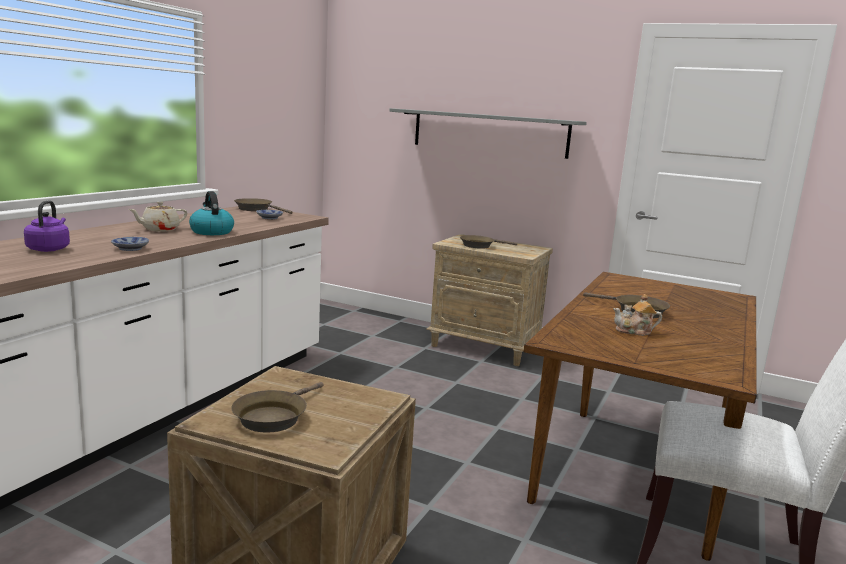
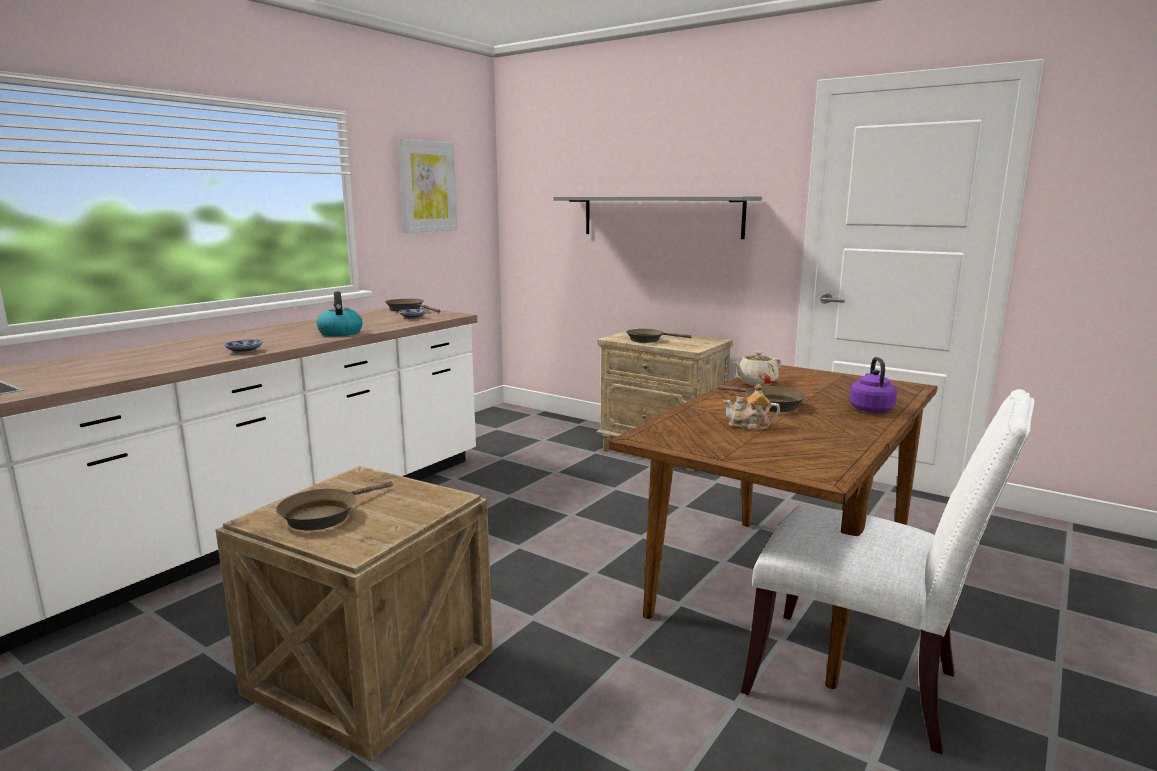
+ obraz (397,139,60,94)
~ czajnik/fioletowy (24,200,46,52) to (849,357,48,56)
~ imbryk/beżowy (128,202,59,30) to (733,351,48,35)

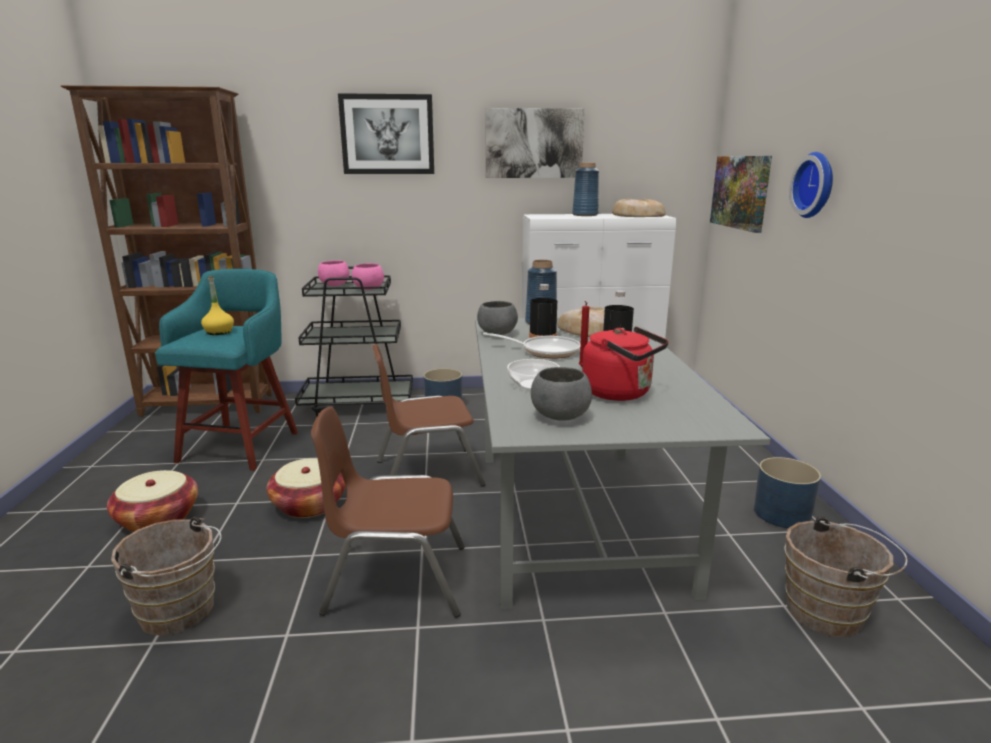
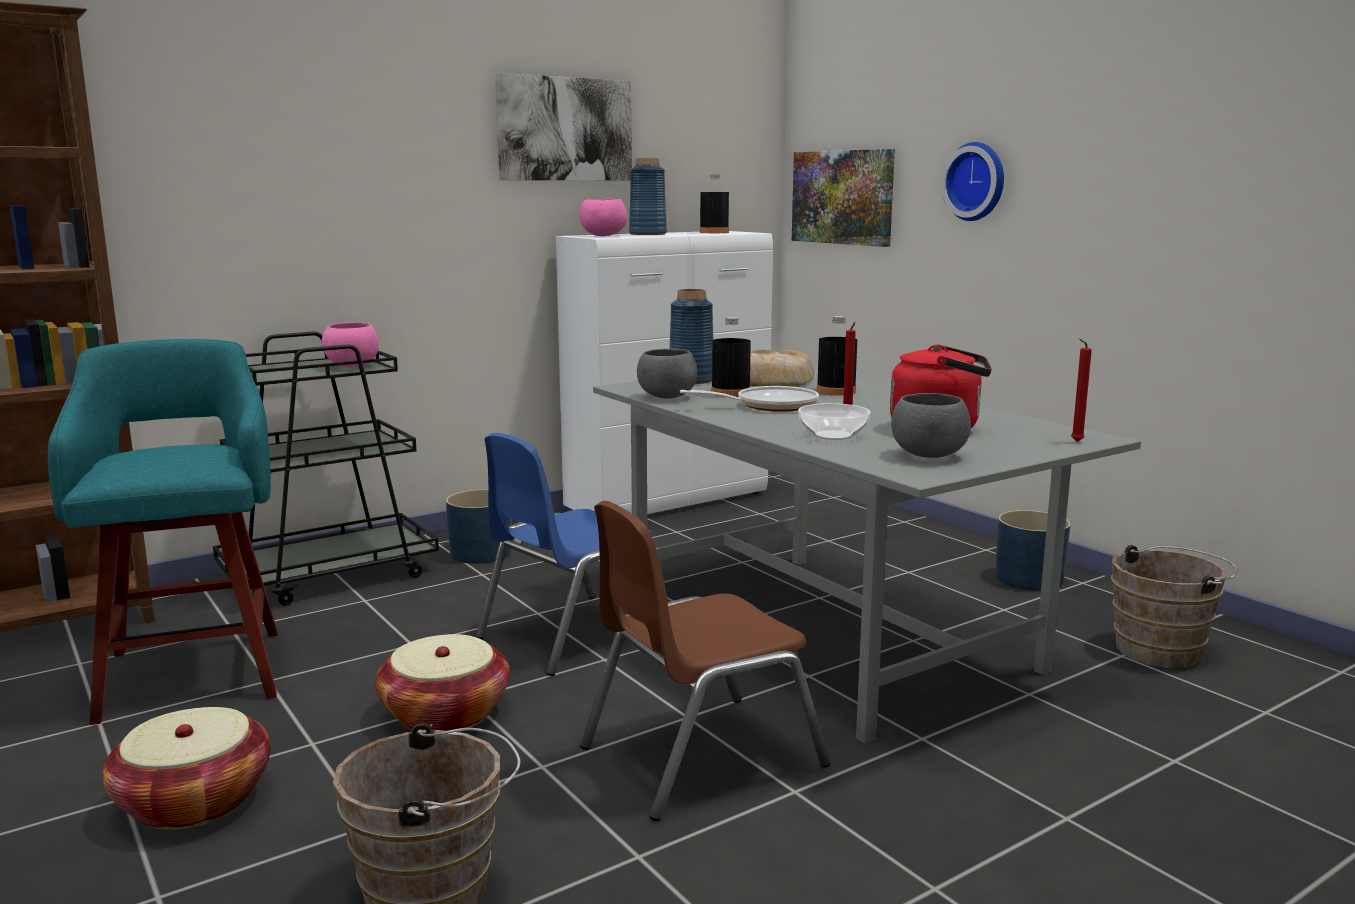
- butelka/żółty (201,276,33,59)
- obraz (338,93,96,81)
+ świeca/czerwony (1071,339,21,103)
~ miska/różowy (318,261,32,25) to (579,199,48,37)
~ chleb (612,199,54,18) to butelka/czarny (700,174,29,59)
~ krzesło/brązowy (373,344,113,143) to krzesło/niebieski (476,433,176,243)

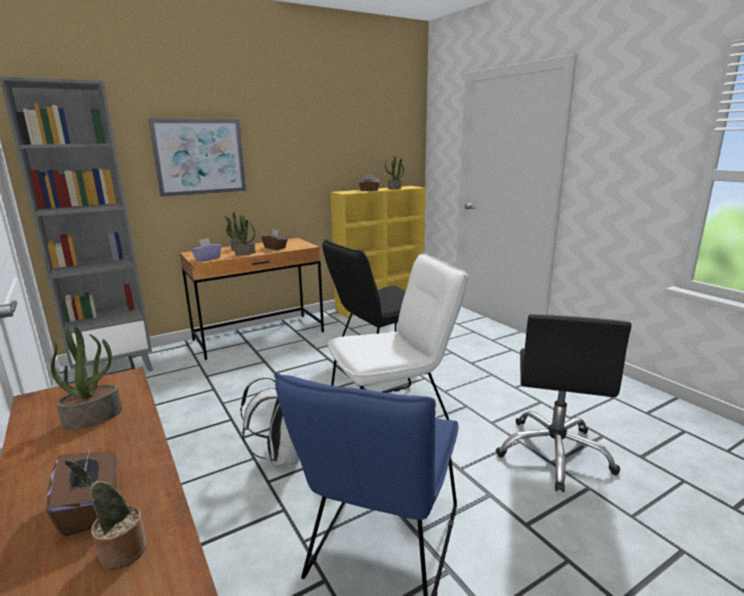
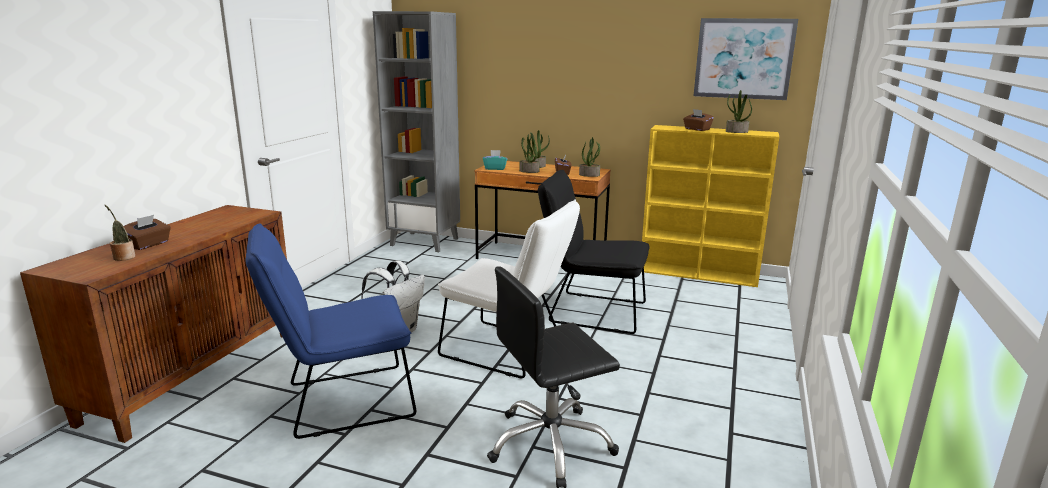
~ roślina doniczkowa (51,327,71,103) to (579,137,21,40)
~ obraz (148,118,98,79) to (694,18,104,82)
~ pudełko chusteczek/fioletowy (191,238,30,23) to pudełko chusteczek/turkusowy (483,150,24,20)

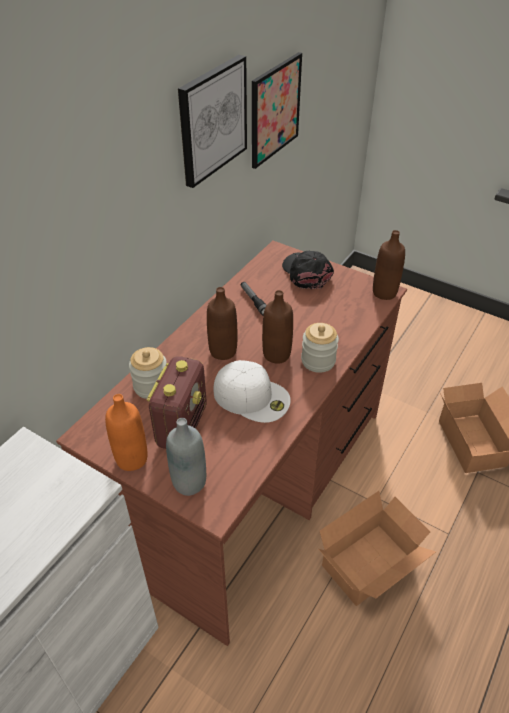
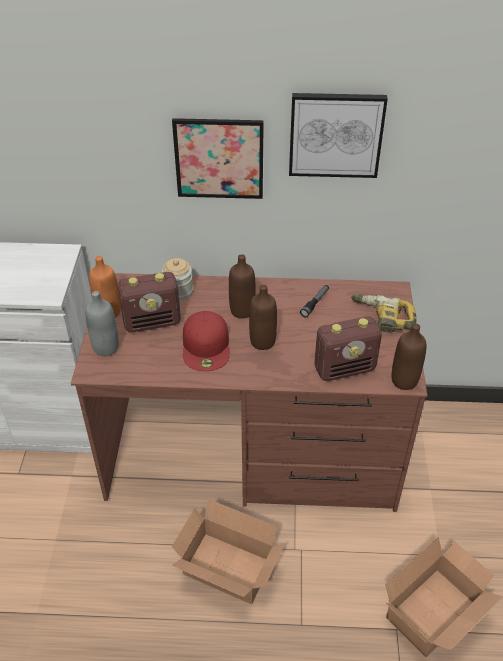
- słoik (301,323,38,50)
+ radio (314,316,68,65)
~ obraz (252,52,50,117) to (172,118,92,81)
~ czapka z daszkiem/czarny (282,251,52,38) to wiertarka (351,294,65,39)
~ czapka z daszkiem/biały (213,360,78,63) to czapka z daszkiem/czerwony (183,311,47,60)

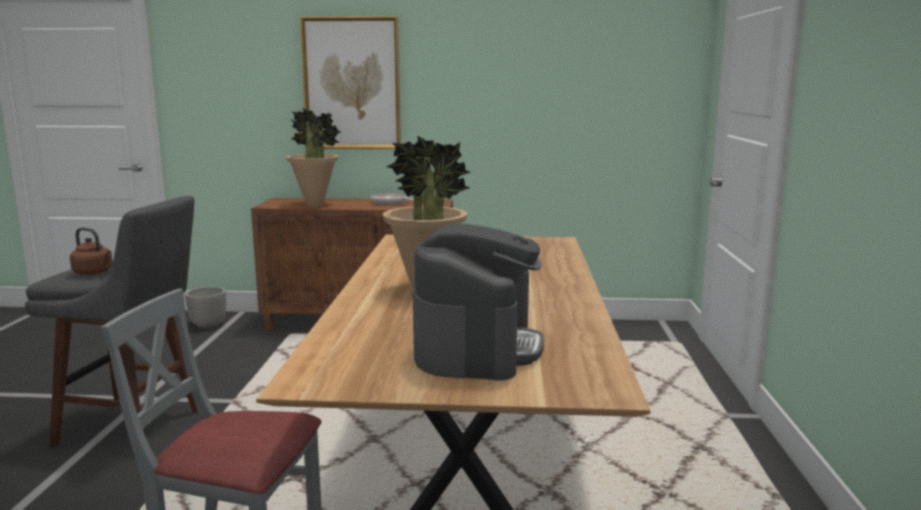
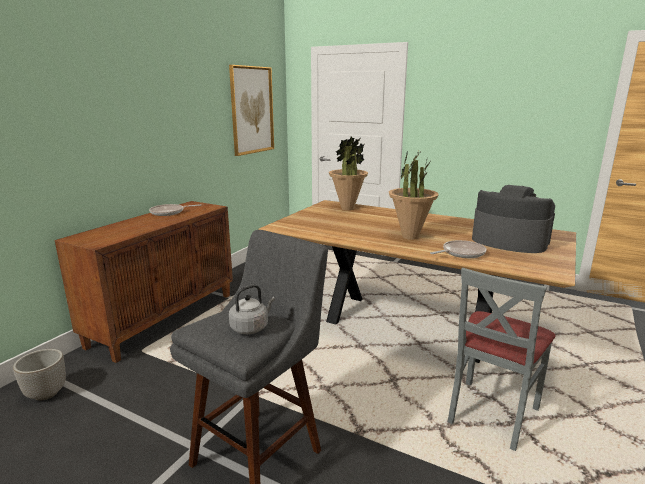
+ patelnia (430,240,57,18)
~ roślina doniczkowa (286,107,55,100) to (329,136,39,74)
~ obraz (300,16,101,133) to (229,65,45,91)
~ czajnik/brązowy (70,227,43,48) to czajnik/szary (229,284,46,50)

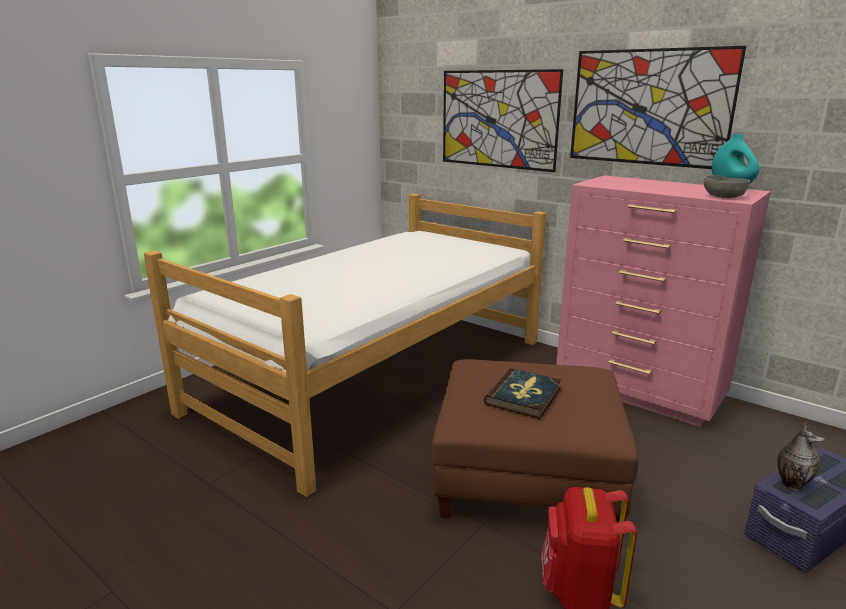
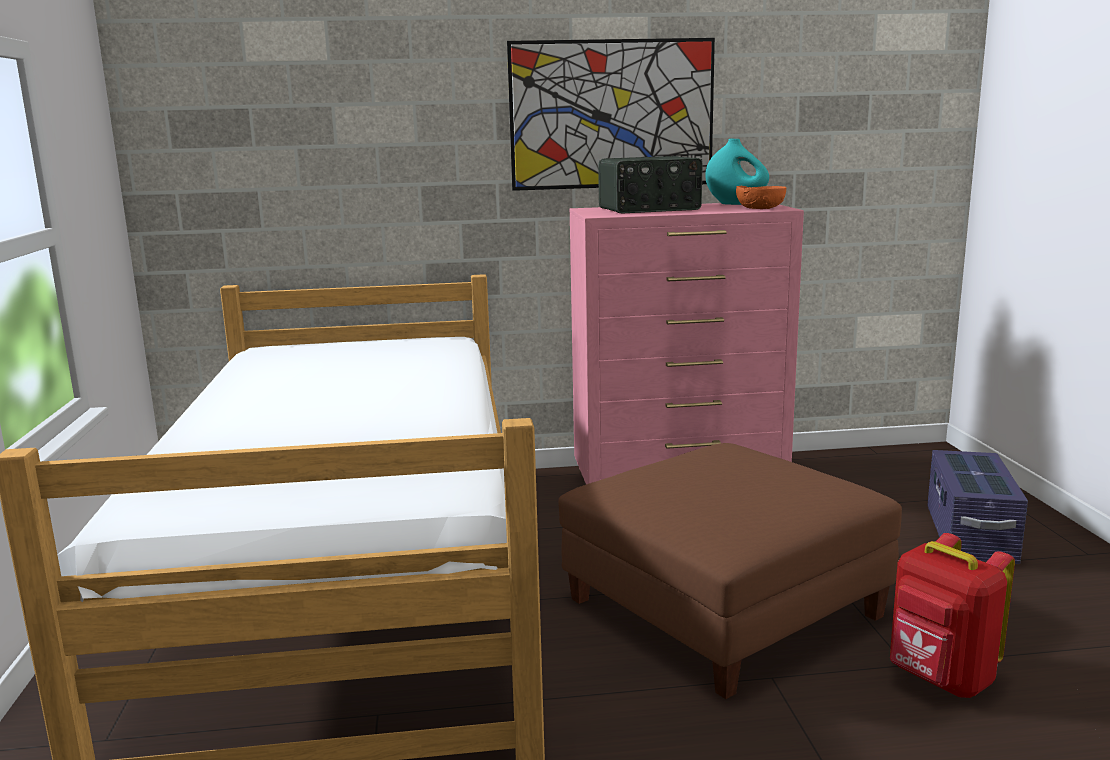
- obraz (443,69,120,103)
- książka (484,368,77,51)
- wazon (777,422,48,69)
+ radio (598,156,105,58)
~ miska/szary (704,175,46,23) to miska/pomarańczowy (736,186,50,23)

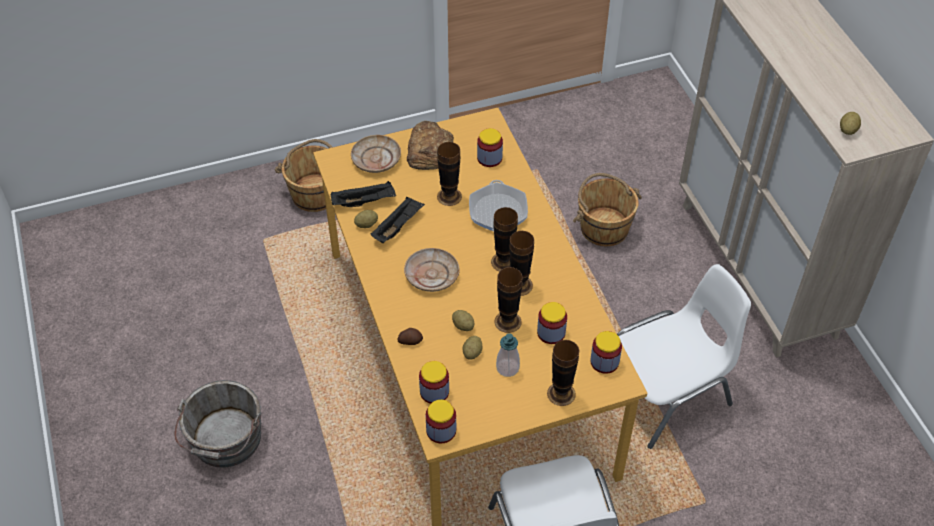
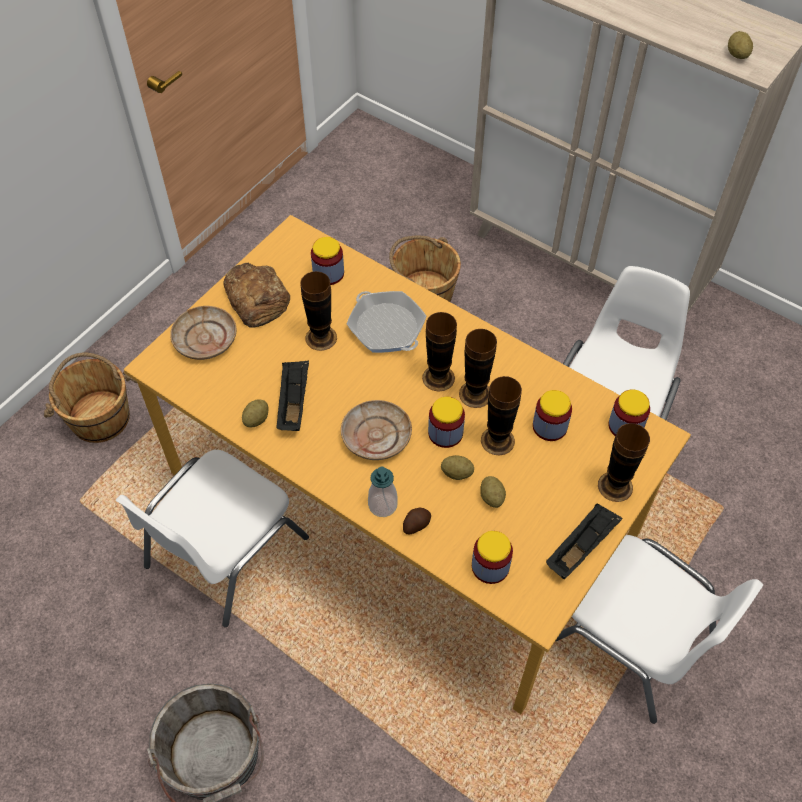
+ krzesło/biały (116,450,193,177)
~ taca/czarny (331,181,65,26) to (546,504,76,75)
~ słoik (426,400,30,43) to (428,397,37,51)
~ dozownik mydła (496,333,24,44) to (368,467,30,50)

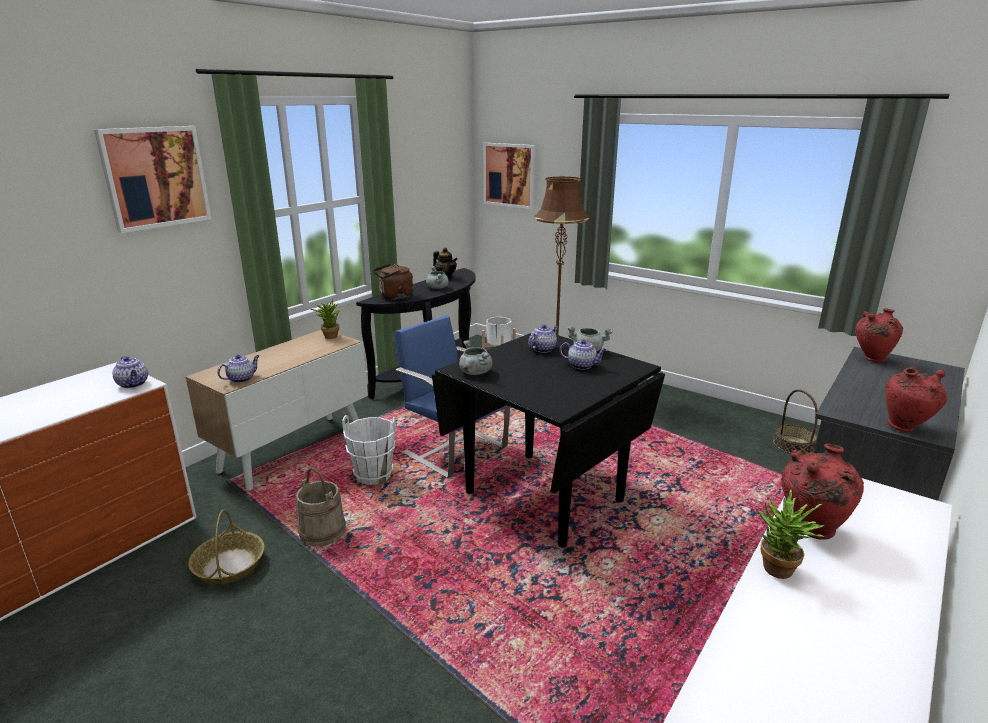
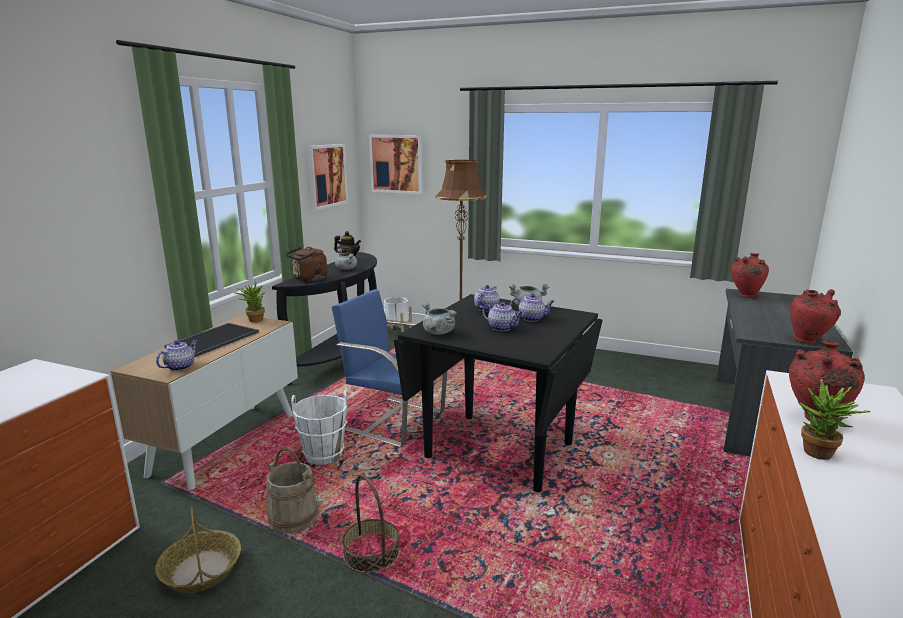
+ taca (164,323,95,34)
~ obraz (94,126,118,107) to (307,144,41,66)
~ imbryk (112,356,36,32) to (482,302,41,29)
~ koszyk (773,389,45,66) to (342,474,57,99)

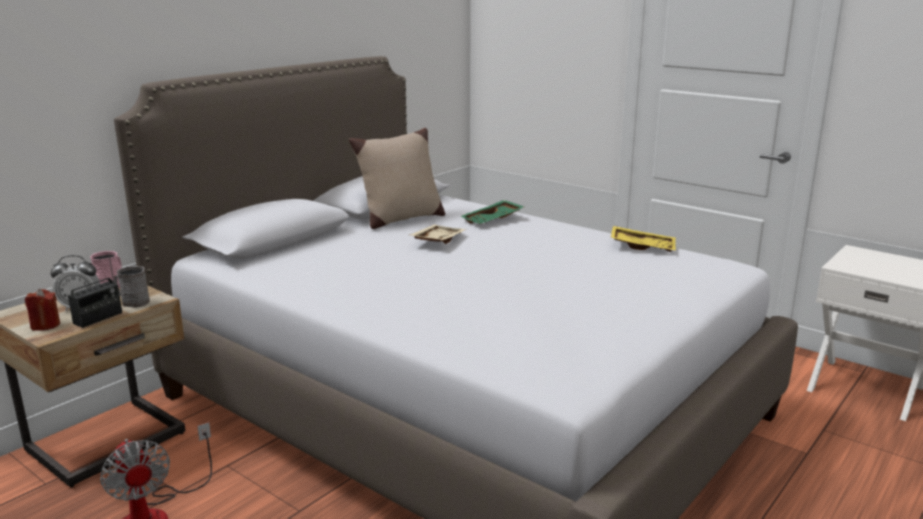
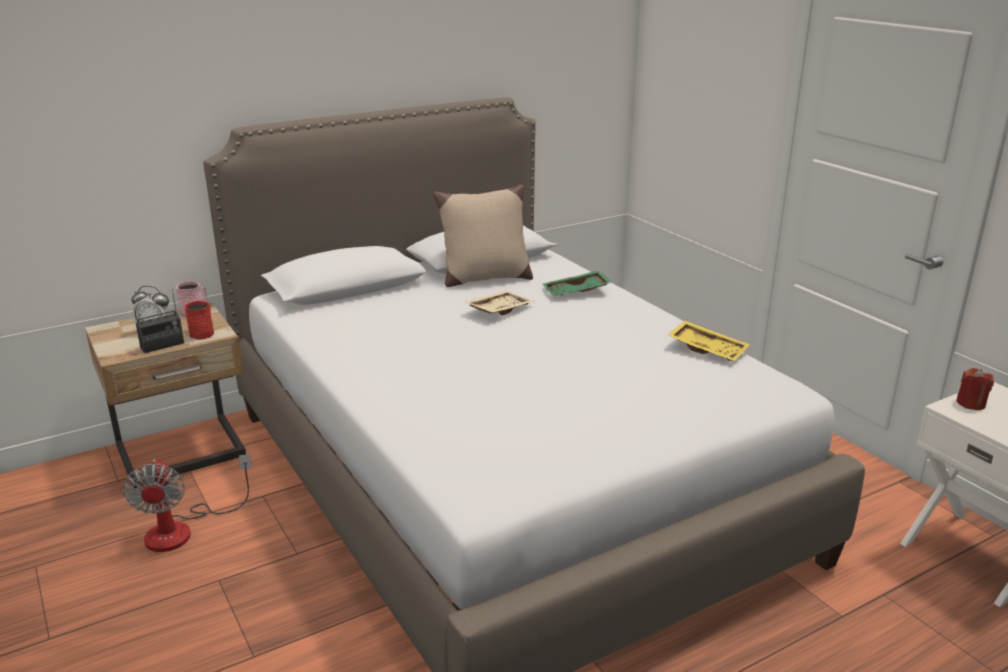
~ świeca/czerwony (25,289,35,42) to (956,368,38,42)
~ kubek/szary (114,266,36,42) to kubek/czerwony (185,301,29,39)

